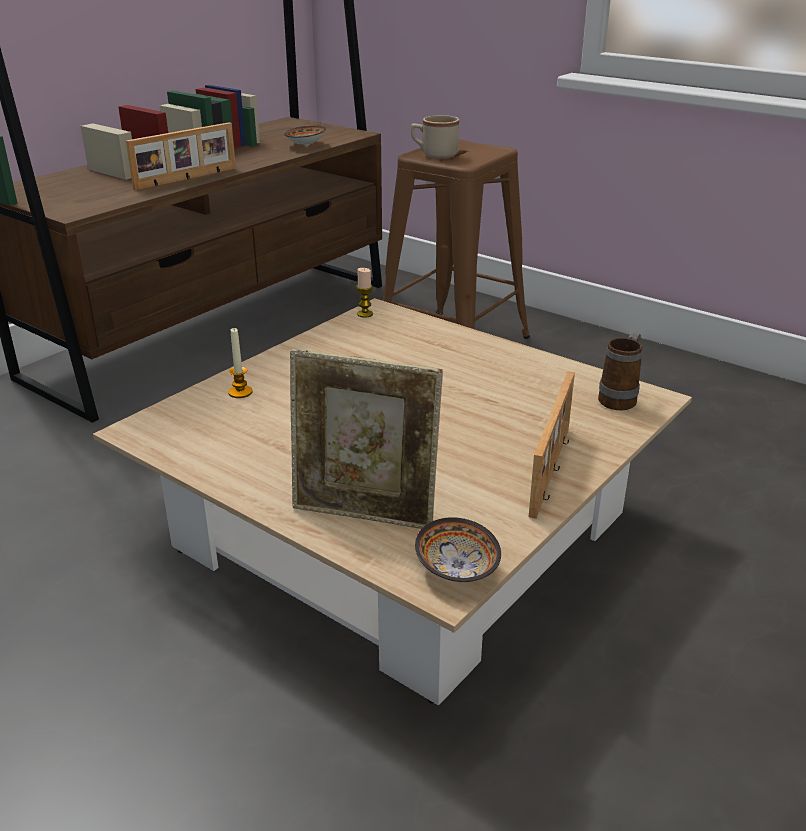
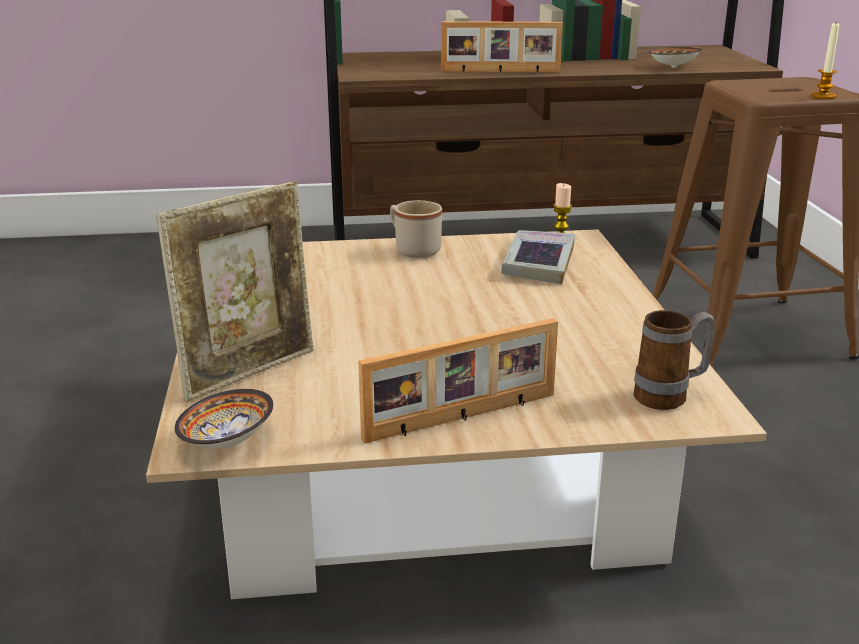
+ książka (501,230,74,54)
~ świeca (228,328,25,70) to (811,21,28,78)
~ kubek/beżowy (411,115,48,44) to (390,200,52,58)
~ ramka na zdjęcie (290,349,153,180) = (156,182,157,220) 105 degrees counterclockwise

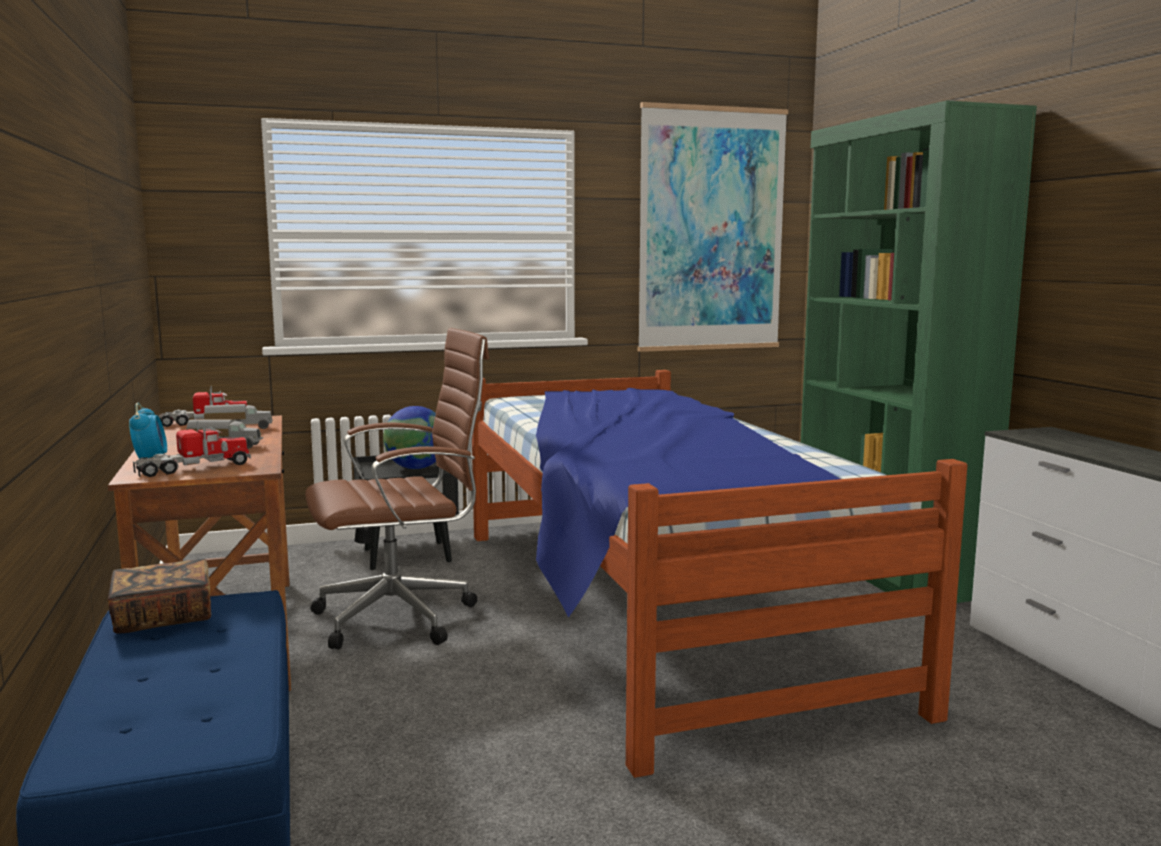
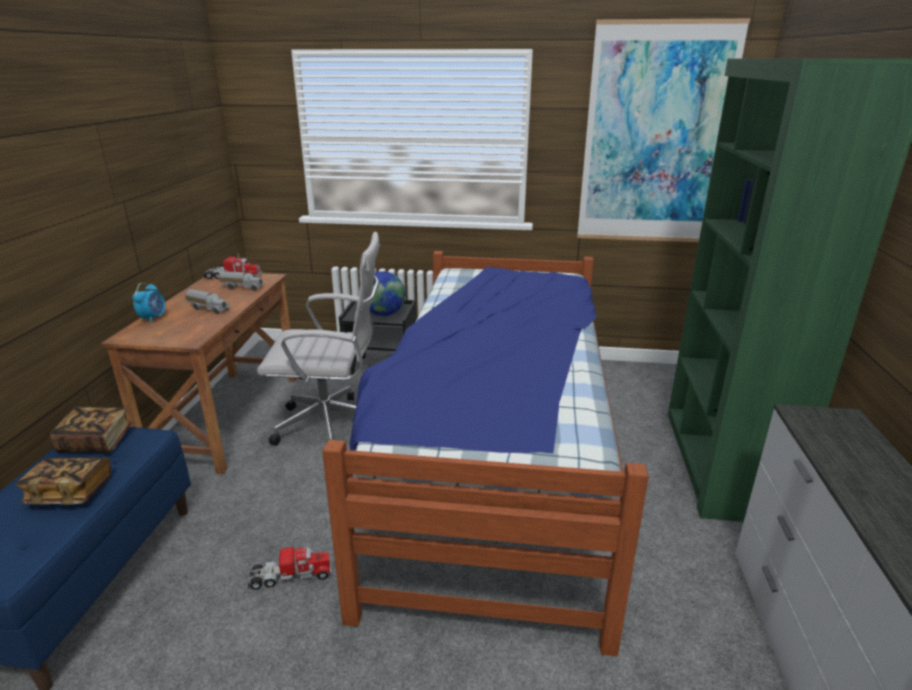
+ książka (16,457,95,48)
~ ciężarówka zabawkowa (133,421,118,57) to (248,542,83,48)
~ krzesło biurowe/brązowy (305,328,184,322) to krzesło biurowe/biały (257,232,123,214)

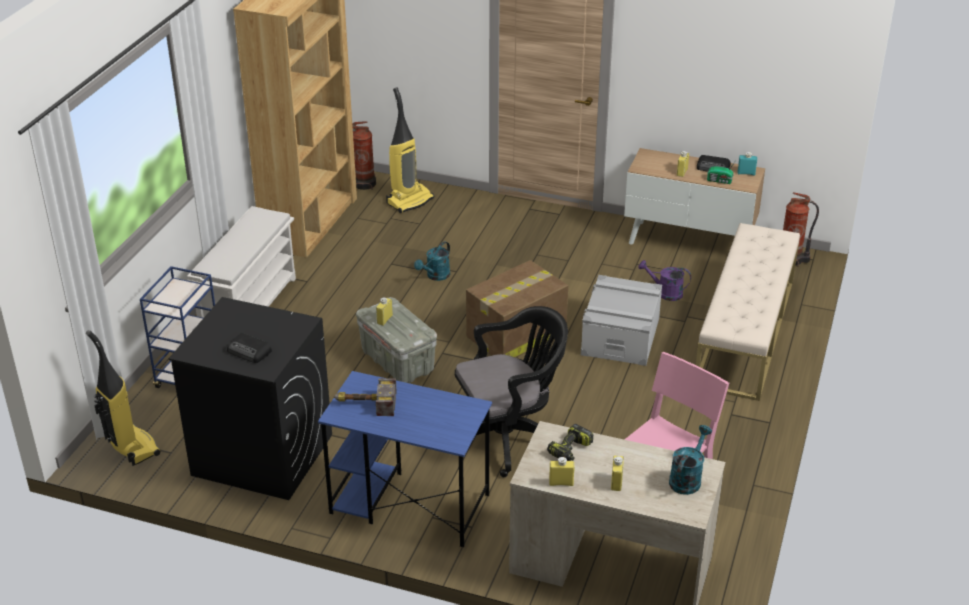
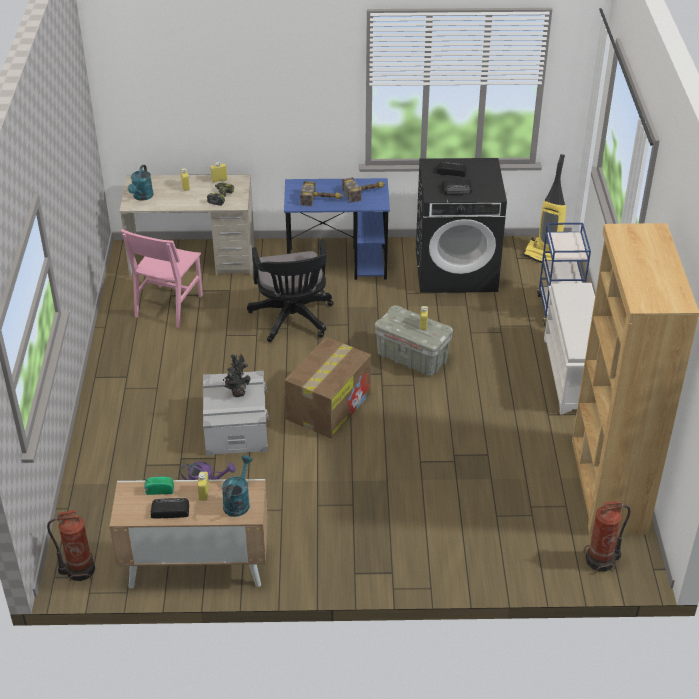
- odkurzacz (386,87,48,126)
- ławka/beżowy (696,223,104,178)
- butelka/turkusowy (738,152,19,24)
+ roślina doniczkowa (223,354,28,43)
+ młotek (300,181,44,25)
+ radio (442,179,30,16)
~ konewka/turkusowy (414,241,36,40) to (222,455,31,62)
~ krzesło biurowe/czarny (455,306,113,171) = (247,239,86,103) 60 degrees counterclockwise

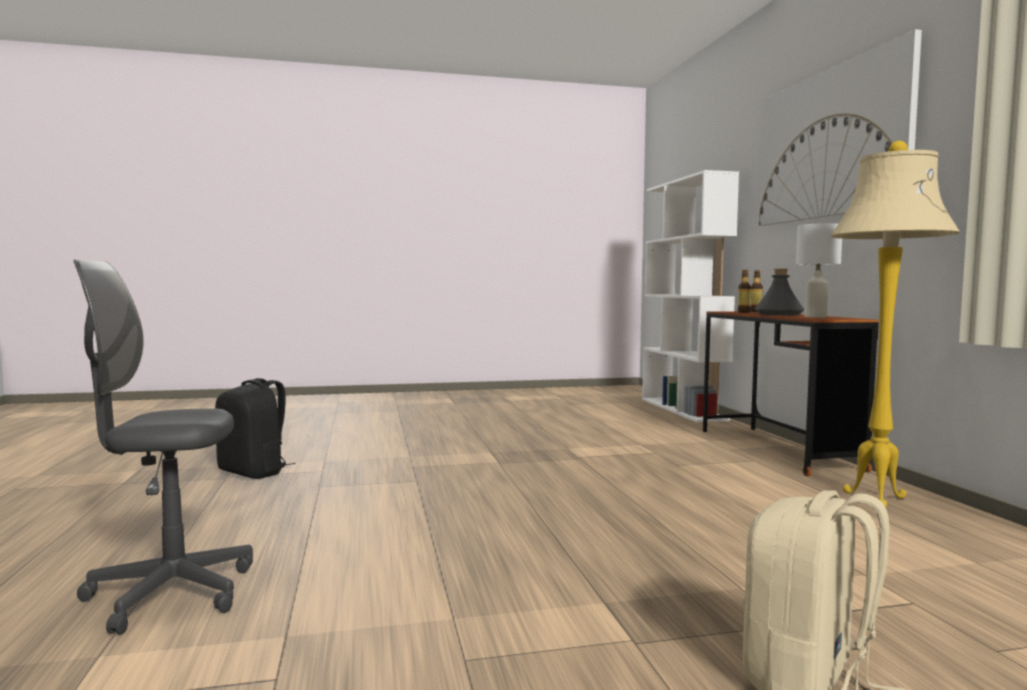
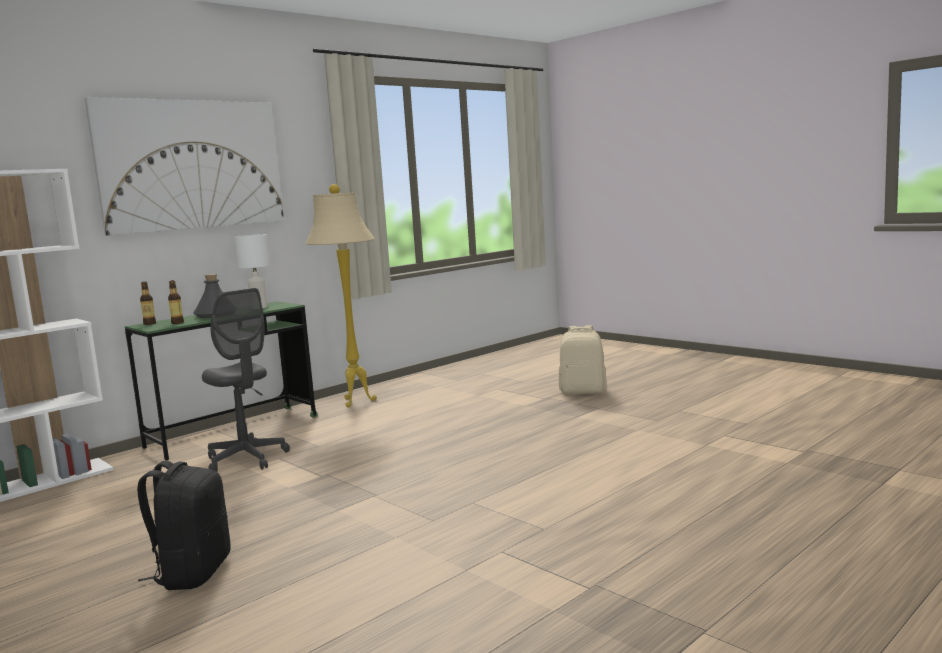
~ krzesło biurowe/szary (73,259,180,376) to (202,288,88,184)
~ plecak/czarny (215,378,81,101) to (137,461,94,129)
~ biurko/brązowy (703,311,176,165) to biurko/zielony (125,301,193,159)

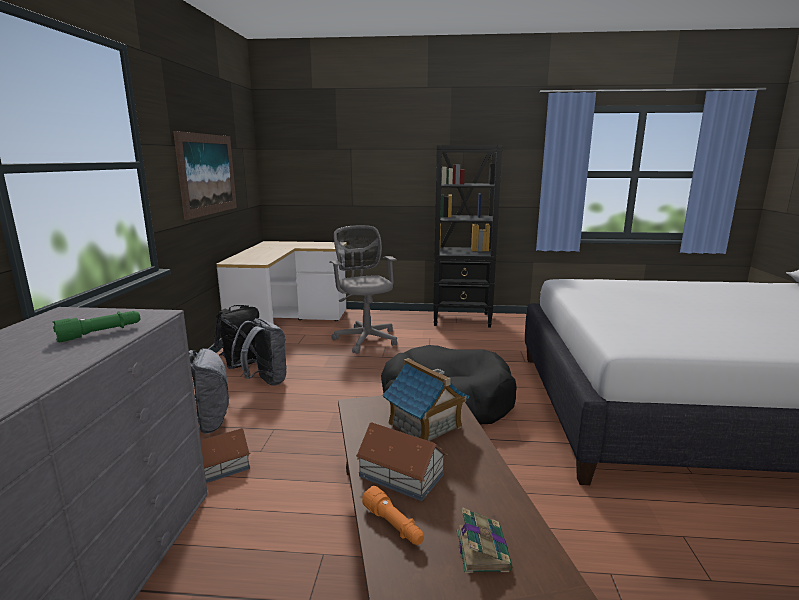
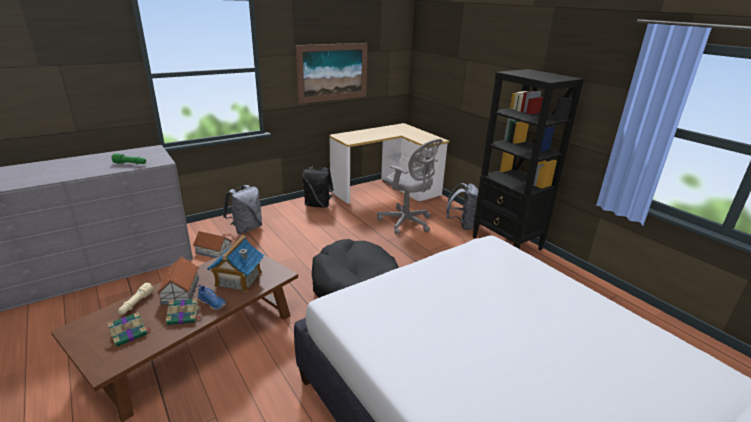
+ książka (166,298,36,27)
+ but/niebieski (197,284,29,26)
~ plecak/szary (231,318,55,68) to (446,183,33,47)
~ latarka/pomarańczowy (362,486,62,59) to latarka/beżowy (118,283,36,31)
~ krzesło biurowe/szary (329,225,68,129) = (377,139,66,95) 105 degrees clockwise

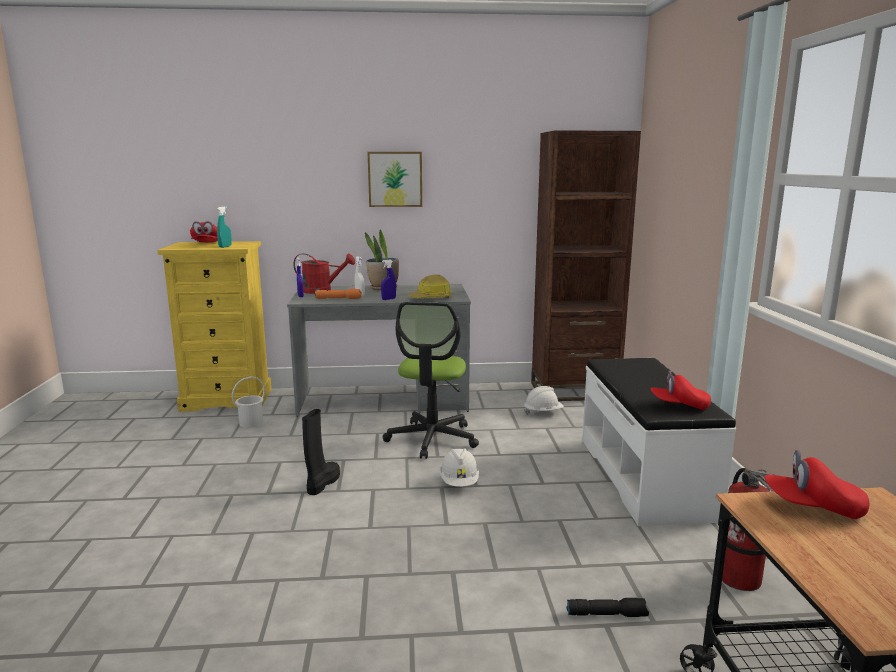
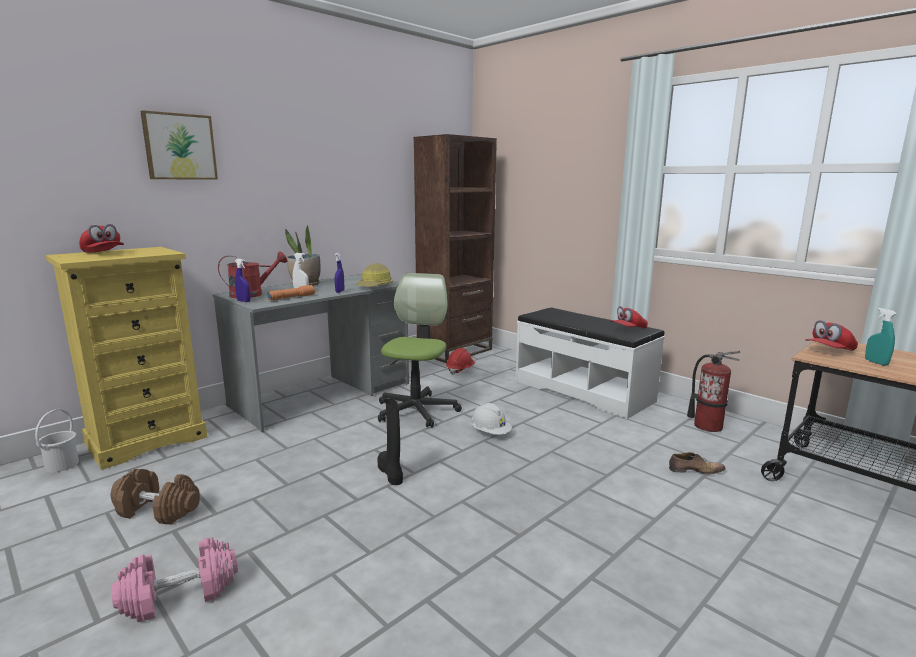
+ hantel/brązowy (110,469,90,56)
+ hantel/różowy (112,537,126,85)
~ spryskiwacz/turkusowy (217,206,15,42) to (865,308,31,58)
~ wiadro/biały (232,377,33,51) to (35,409,44,63)
~ obraz (368,152,54,55) to (140,110,78,70)
~ latarka/czarny (567,598,82,19) to but (669,452,57,23)
~ kask/biały (524,386,40,29) to kask/czerwony (446,348,30,27)
~ krzesło biurowe (383,302,96,157) = (378,273,84,155) 135 degrees counterclockwise

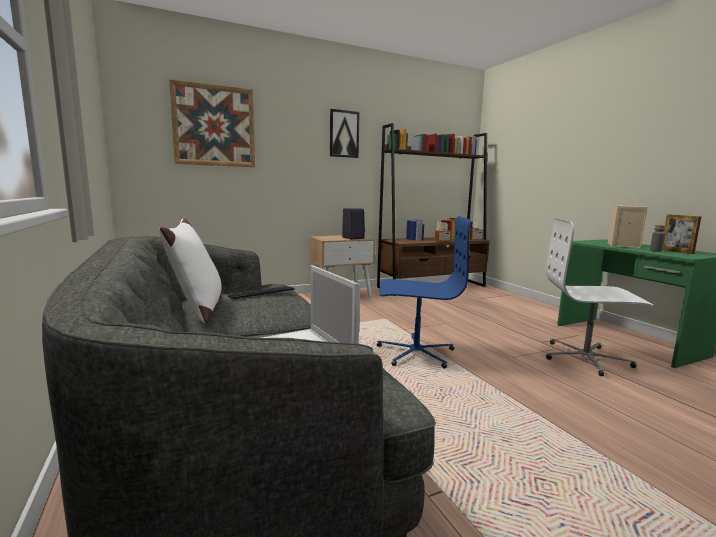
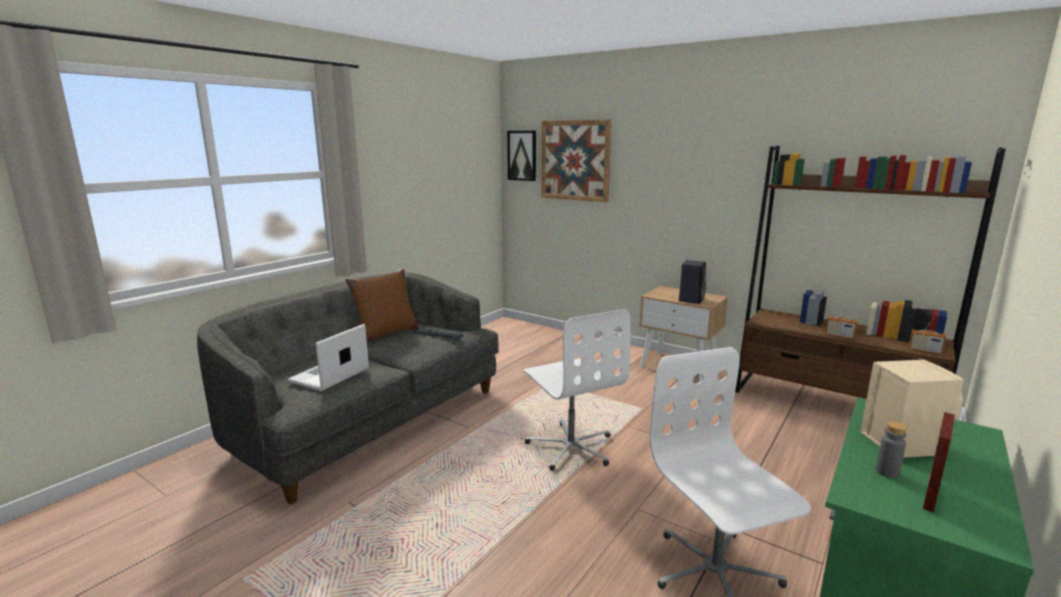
~ obraz (330,109,30,49) to (507,131,29,50)
~ poduszka/biały (159,218,63,105) to poduszka/brązowy (345,268,74,74)
~ krzesło biurowe/niebieski (377,216,93,152) to krzesło biurowe/biały (523,309,108,162)

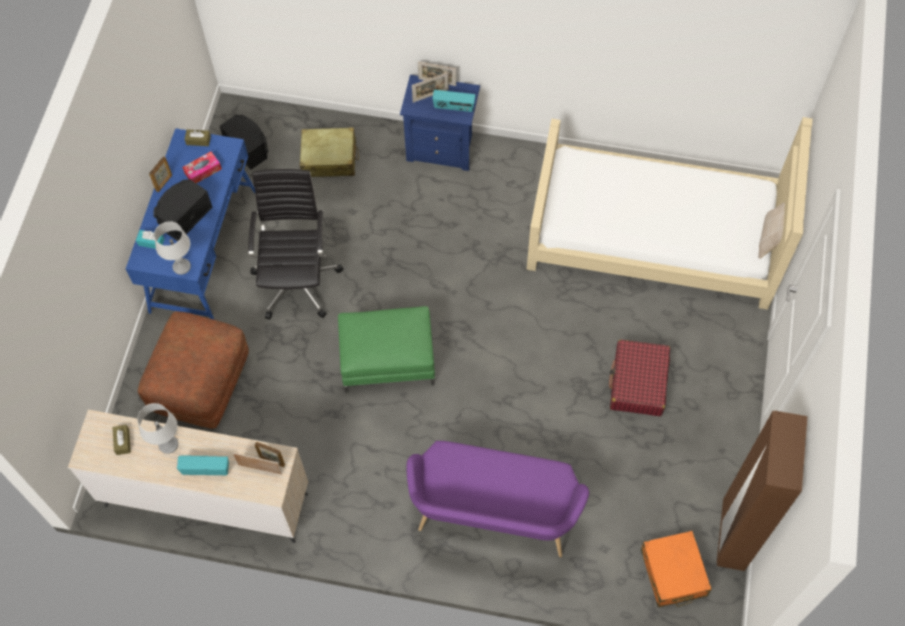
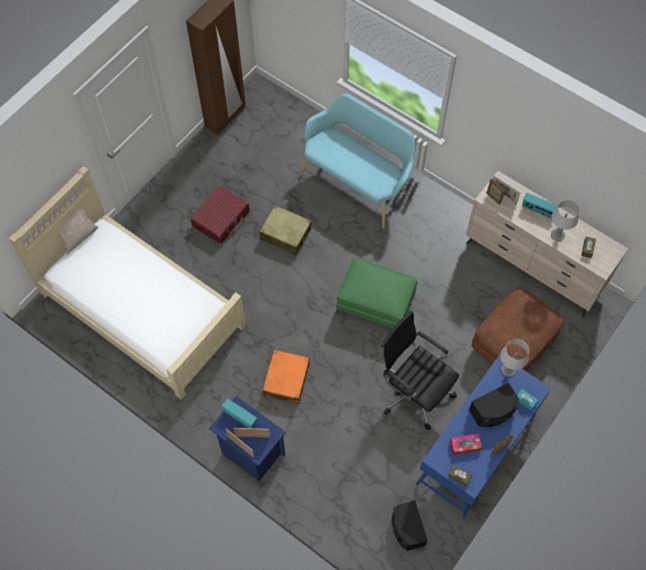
~ walizka/beżowy (300,127,59,50) to (259,205,53,50)
~ walizka/pomarańczowy (641,531,71,76) to (263,350,47,54)
~ ławka/fioletowy (406,441,183,116) to ławka/turkusowy (300,94,115,134)
~ krzesło biurowe/czarny (248,169,96,151) = (381,311,78,119) 105 degrees clockwise

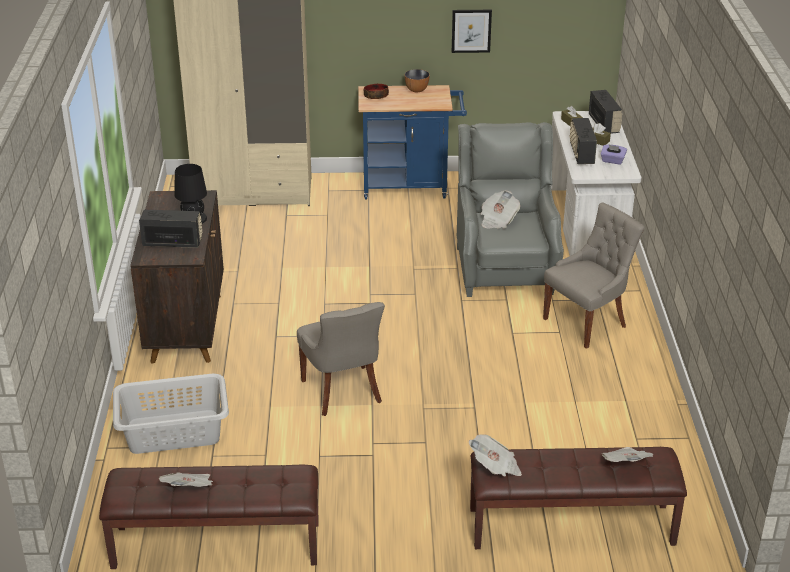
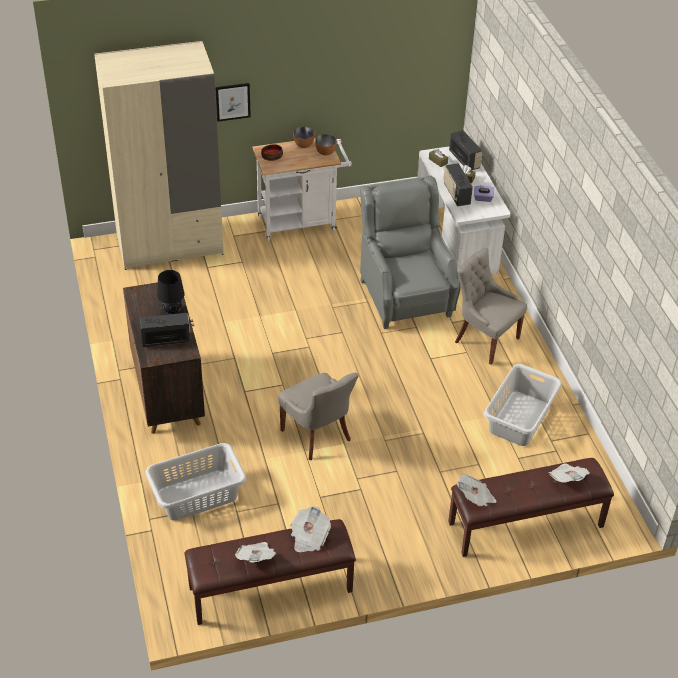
+ miska (315,134,22,22)
+ kosz na pranie/szary (484,364,78,82)
~ obraz (452,10,40,43) to (215,83,36,39)
~ gazeta (481,191,39,38) to (291,506,40,46)
~ wózek/niebieski (358,85,109,115) to wózek/biały (253,138,99,103)
~ krzesło/szary (543,203,102,146) = (455,248,72,117) 90 degrees counterclockwise

